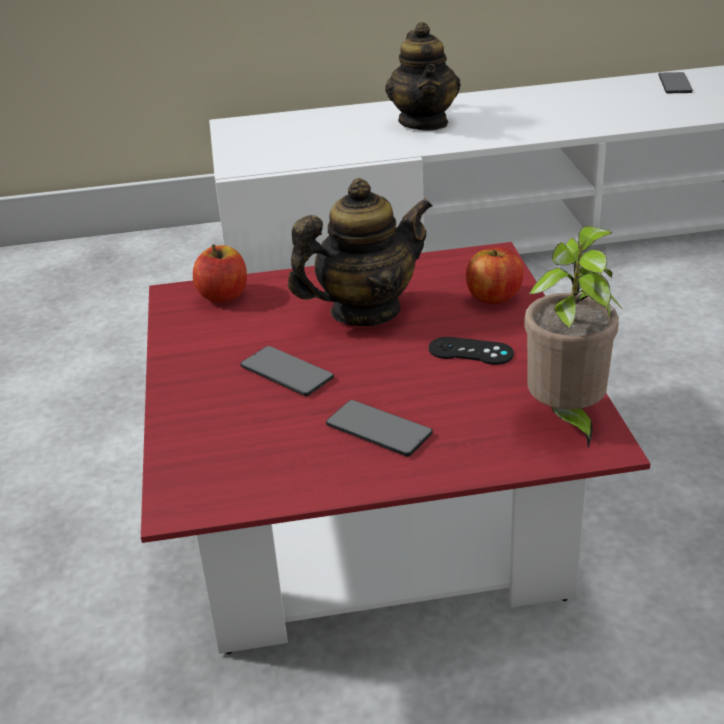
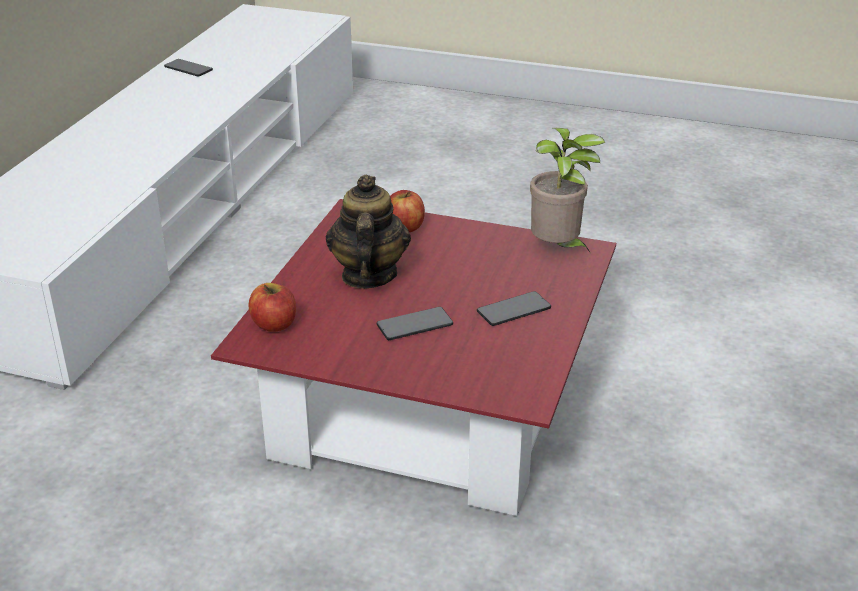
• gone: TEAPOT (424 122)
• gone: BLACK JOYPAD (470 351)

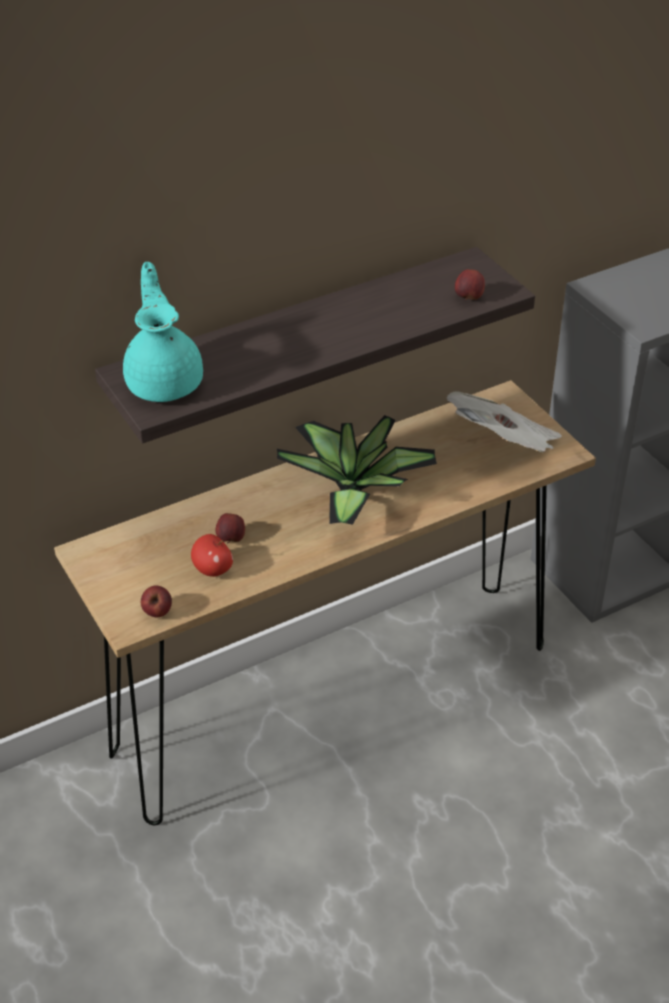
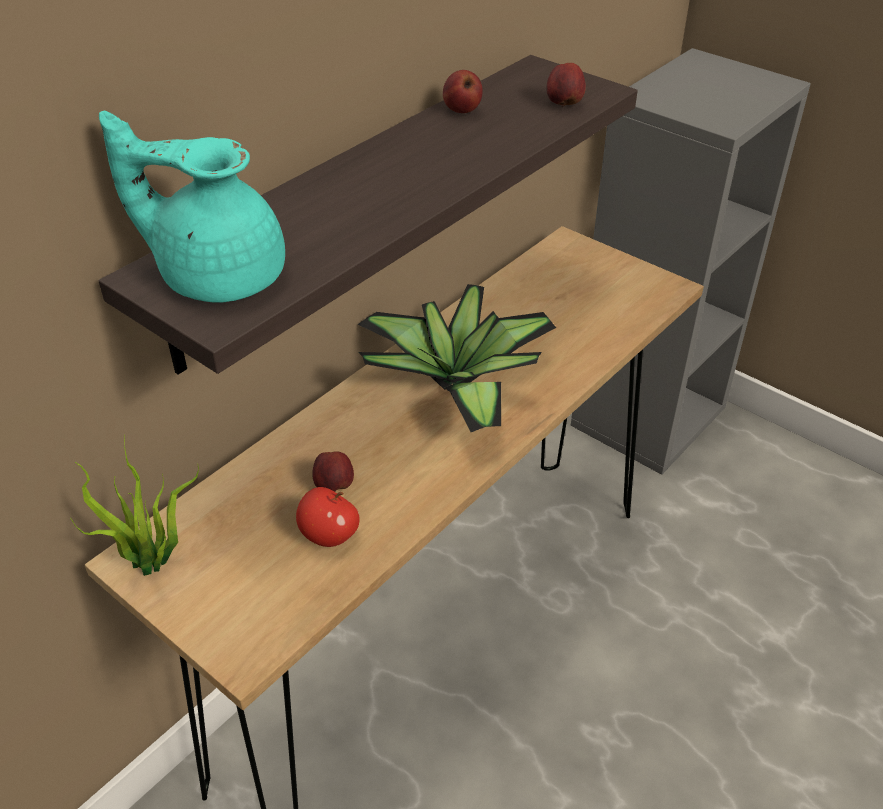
• rotated: TURQUOISE TEAPOT (165 381) = (218 275) 45 degrees counterclockwise
• gone: DAILY PAPER (504 446)
• shifted: APPLE (157 612) to (462 110)
• new: POTTED PLANT (154 565)

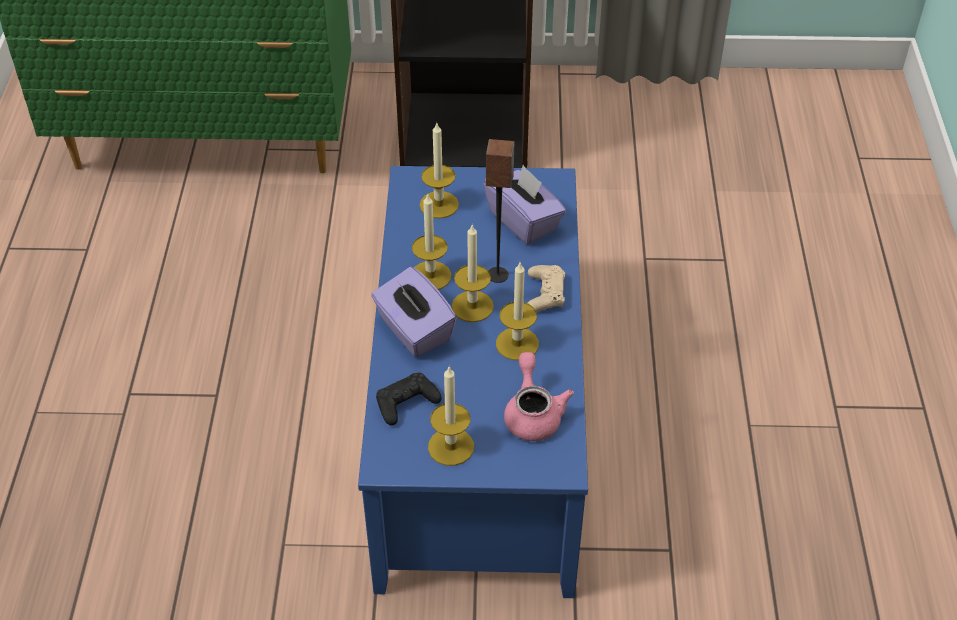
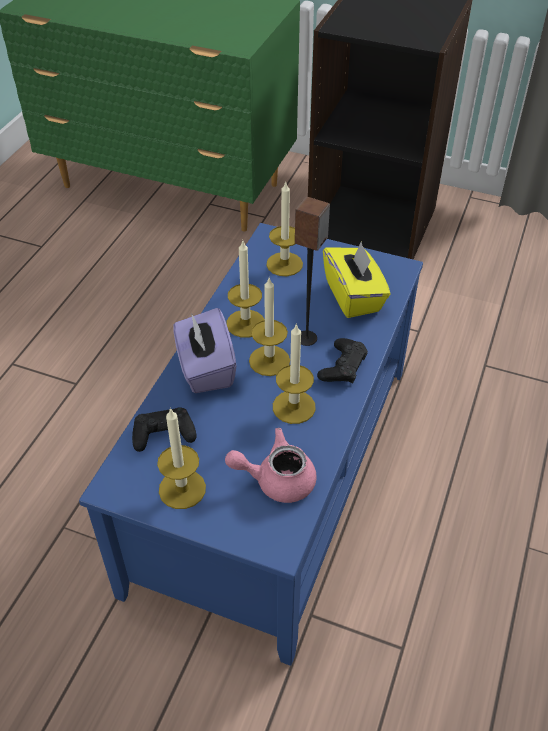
• repainted: PURPLE BOX OF TISSUES (524 221) to YELLOW BOX OF TISSUES (354 296)
• repainted: SAND-COLOURED JOYPAD (545 293) to BLACK JOYPAD (343 367)
• rotated: PINK-COLOURED TEAPOT (533 413) = (276 479) 105 degrees counterclockwise

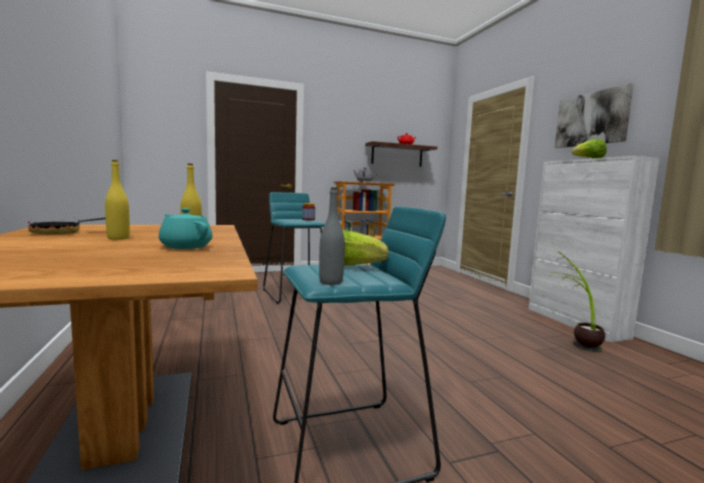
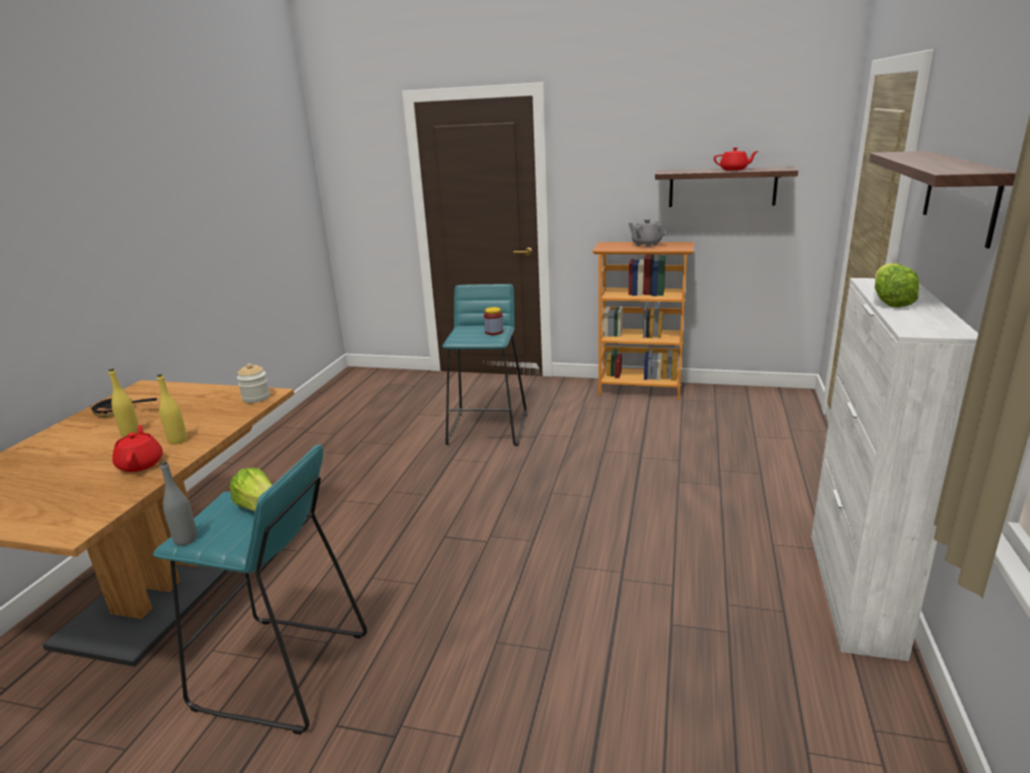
• swapped: PICTURE (591 119) to SHELF (960 195)
• repainted: TURQUOISE TEAPOT (185 246) to REDDISH TEAPOT (141 464)
• gone: POTTED PLANT (574 340)
• new: JAR (256 398)

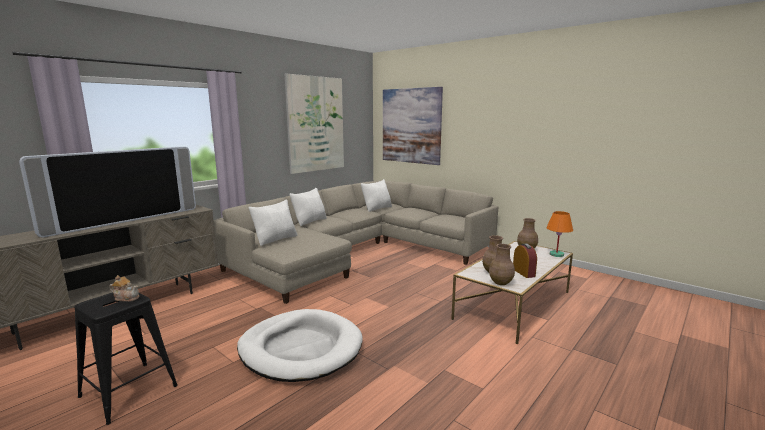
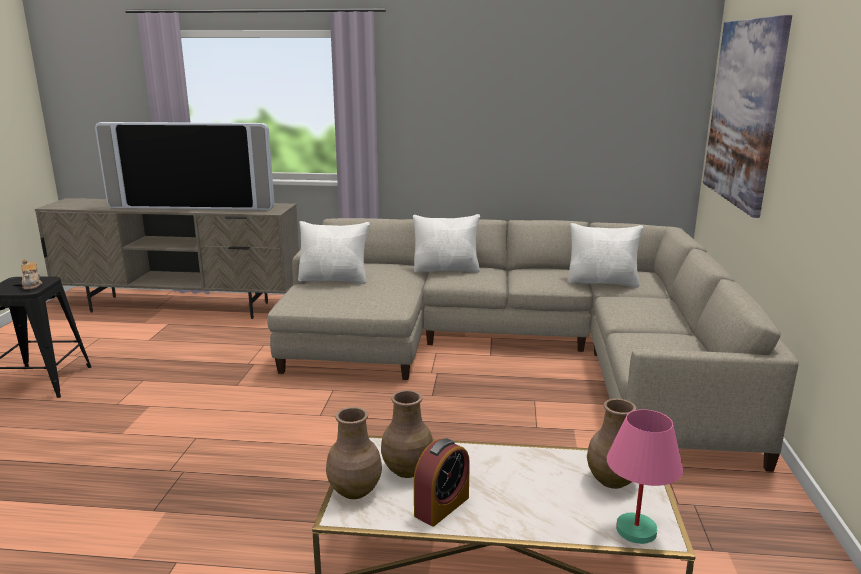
• gone: PICTURE (315 124)
• repainted: ORANGE LAMP FOR A TABLE (556 254) to PINK-COLOURED LAMP FOR A TABLE (637 530)
• gone: WHITE-COLOURED DOG BED (301 348)

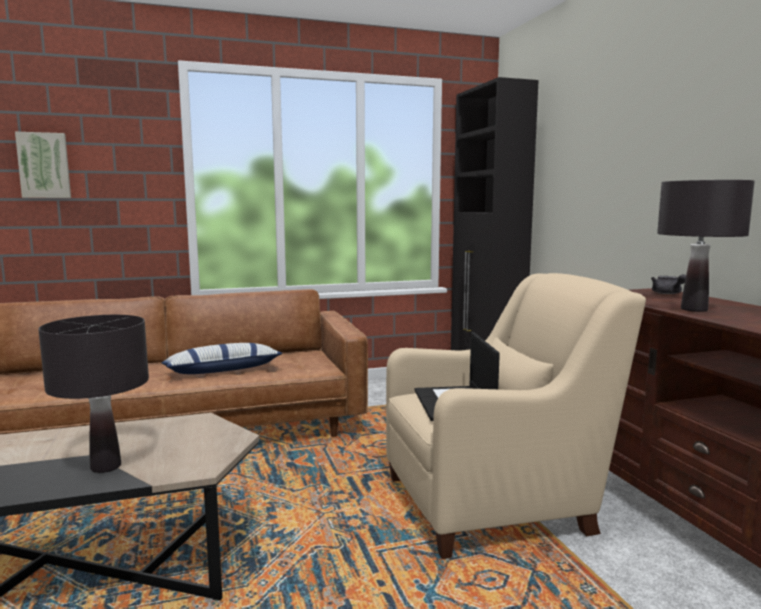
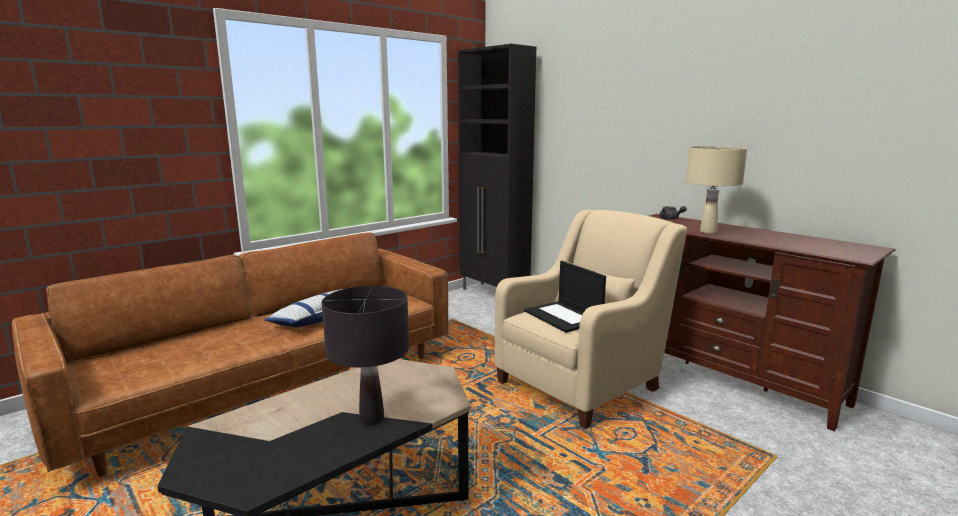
• gone: PICTURE (44 165)
• repainted: BLACK LAMP FOR A TABLE (694 309) to SAND-COLOURED LAMP FOR A TABLE (708 232)

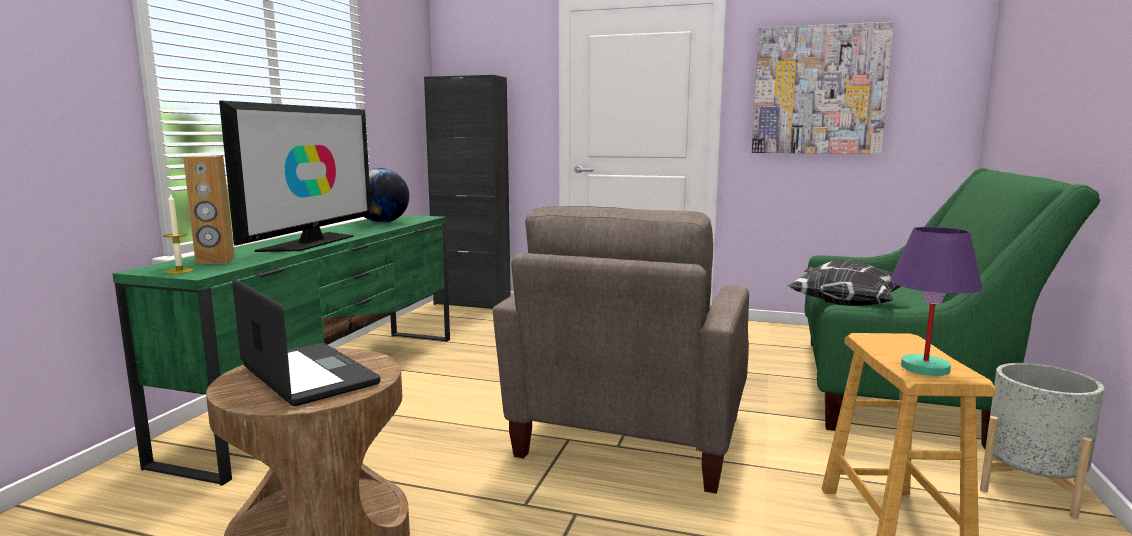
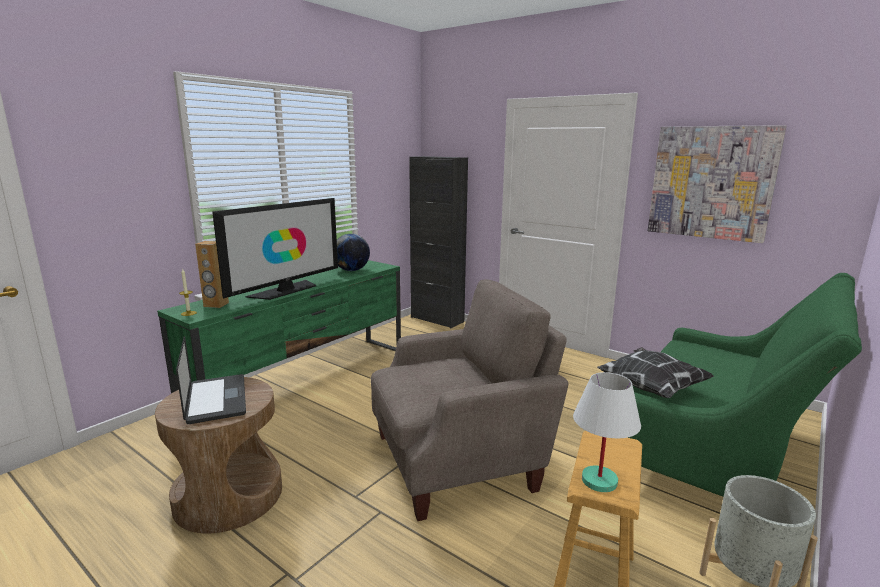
• rotated: SAND-COLOURED LOUNGE CHAIR (629 439) = (459 460) 150 degrees counterclockwise
• repainted: PURPLE LAMP FOR A TABLE (924 367) to WHITE-COLOURED LAMP FOR A TABLE (599 480)

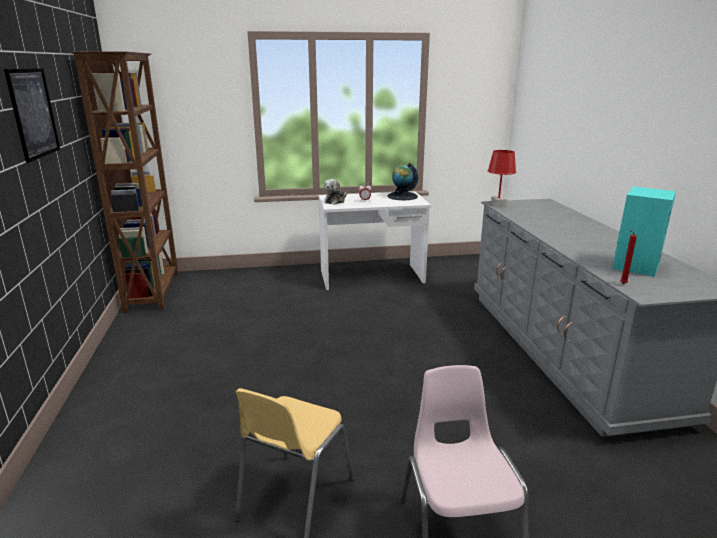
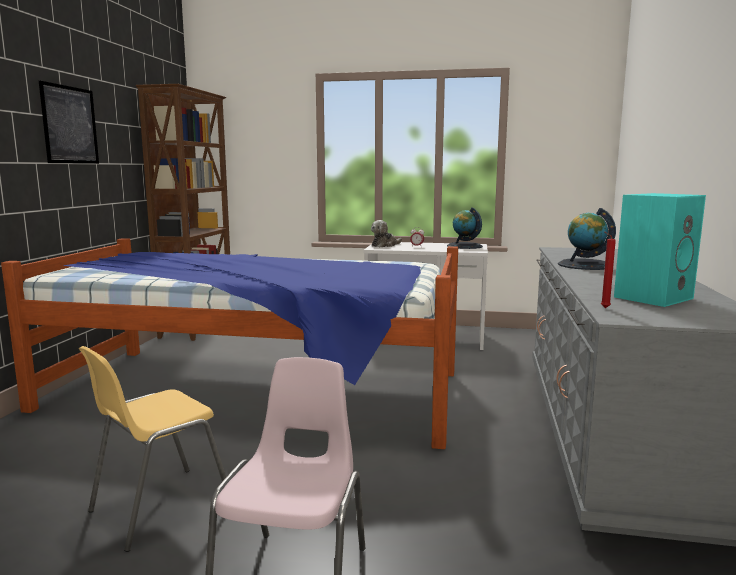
• gone: REDDISH LAMP FOR A TABLE (498 205)
• new: GLOBE (585 265)
• new: SLEEPING BED (255 392)

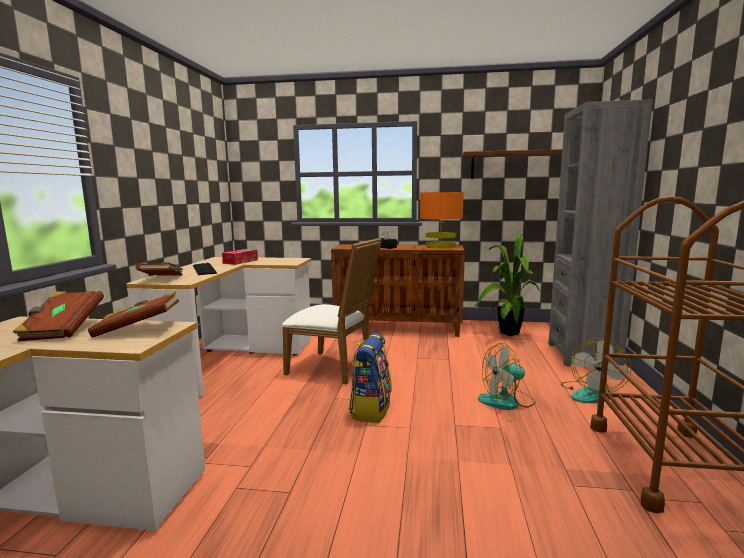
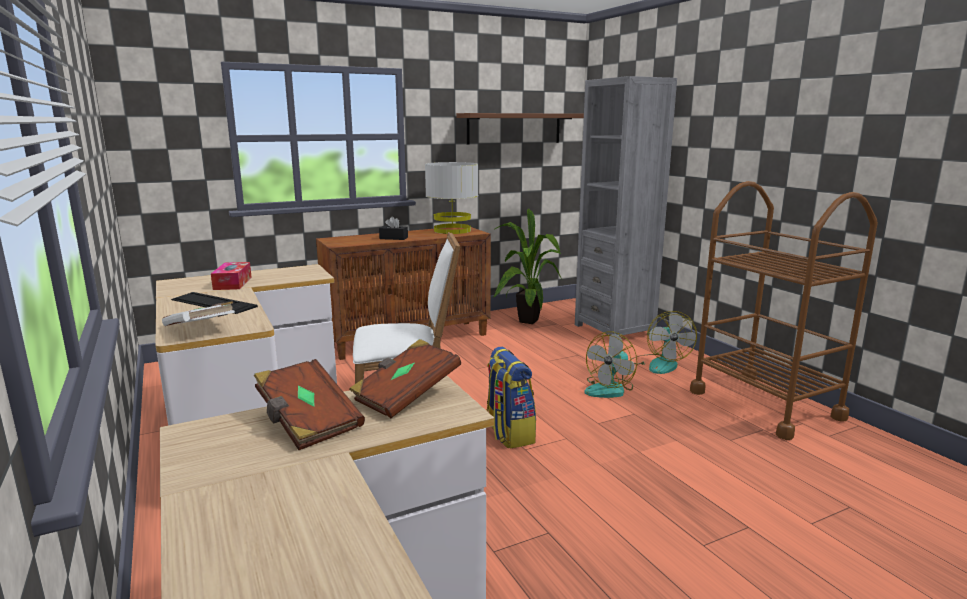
• repainted: ORANGE LAMP FOR A TABLE (440 246) to GRAY LAMP FOR A TABLE (452 230)
• repainted: BROWN BOOK (162 279) to WHITE-COLOURED BOOK (201 329)

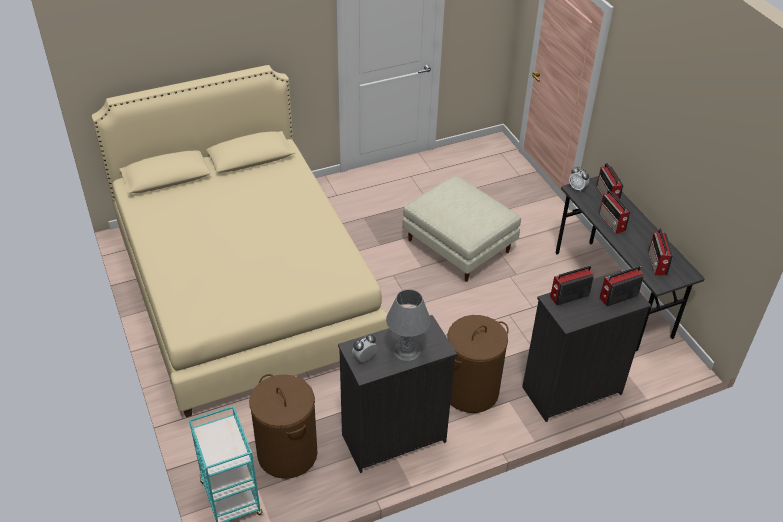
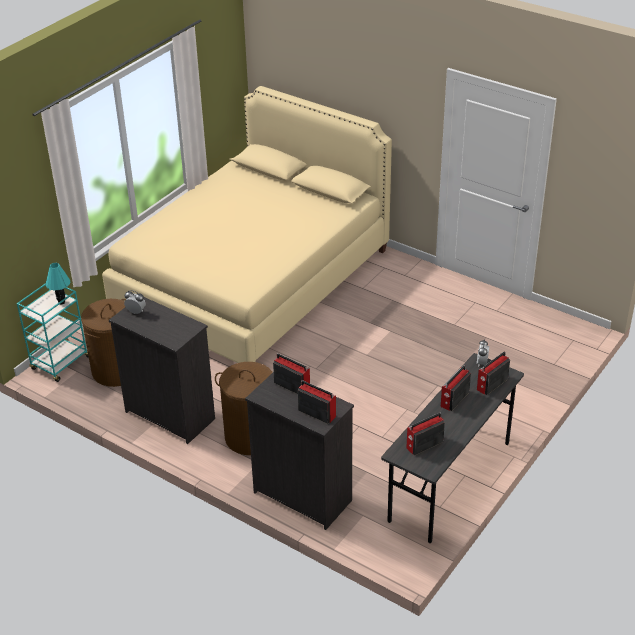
• gone: SAND-COLOURED OTTOMAN (460 246)
• gone: GRAY LAMP FOR A TABLE (406 350)
• new: TURQUOISE LAMP FOR A TABLE (62 302)

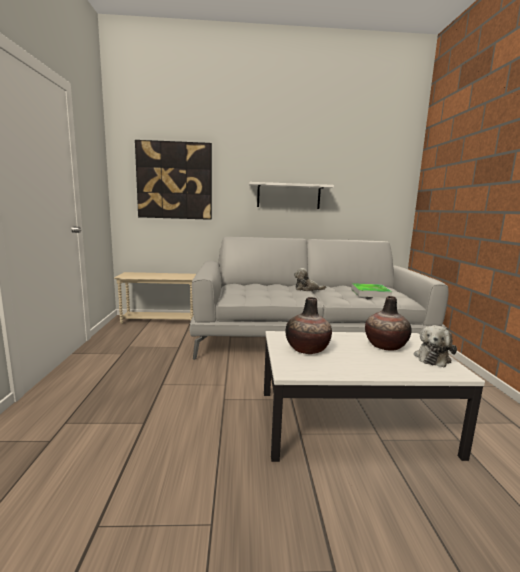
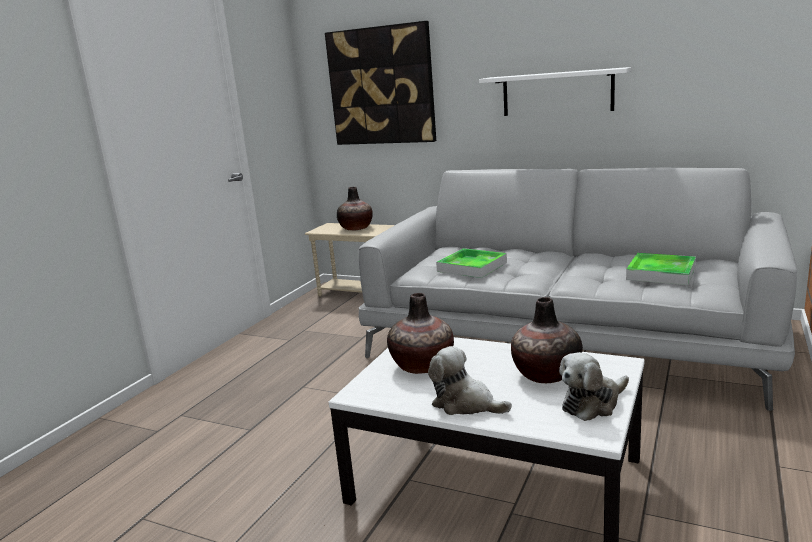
• shifted: SOFT TOY (307 289) to (465 404)
• new: VASE (356 228)
• new: SERVING TRAY (472 267)

